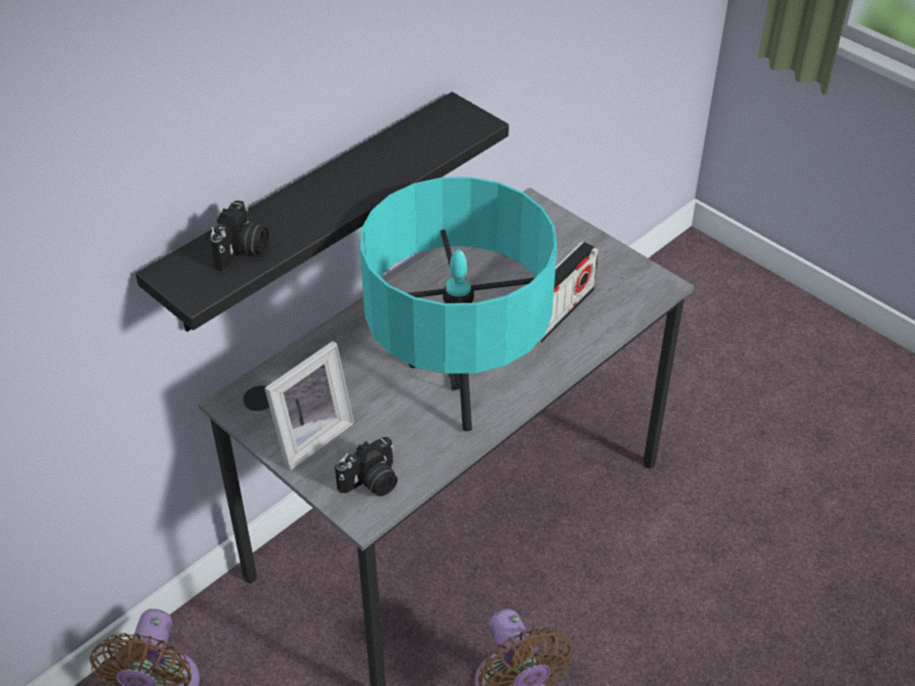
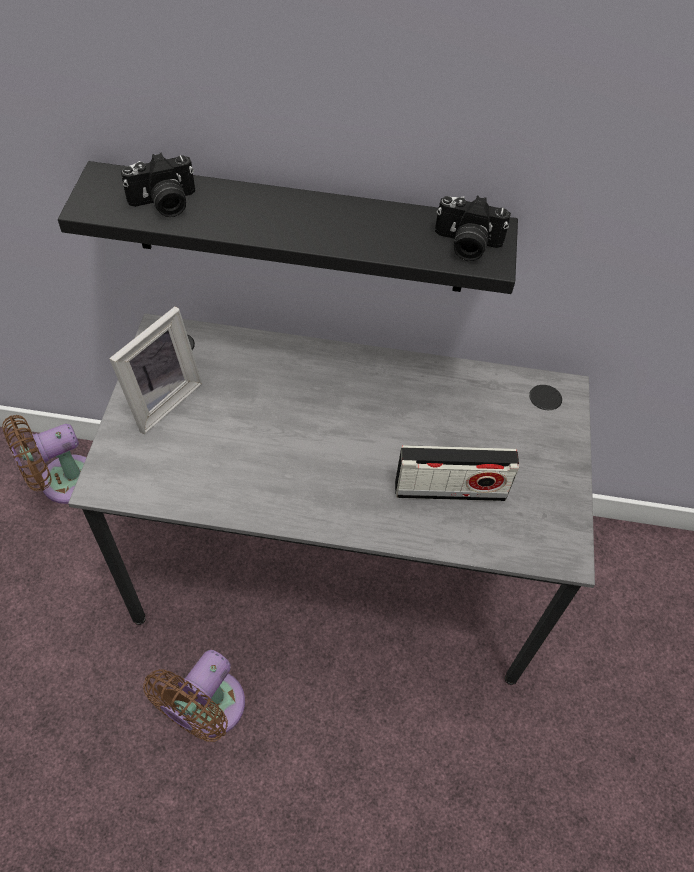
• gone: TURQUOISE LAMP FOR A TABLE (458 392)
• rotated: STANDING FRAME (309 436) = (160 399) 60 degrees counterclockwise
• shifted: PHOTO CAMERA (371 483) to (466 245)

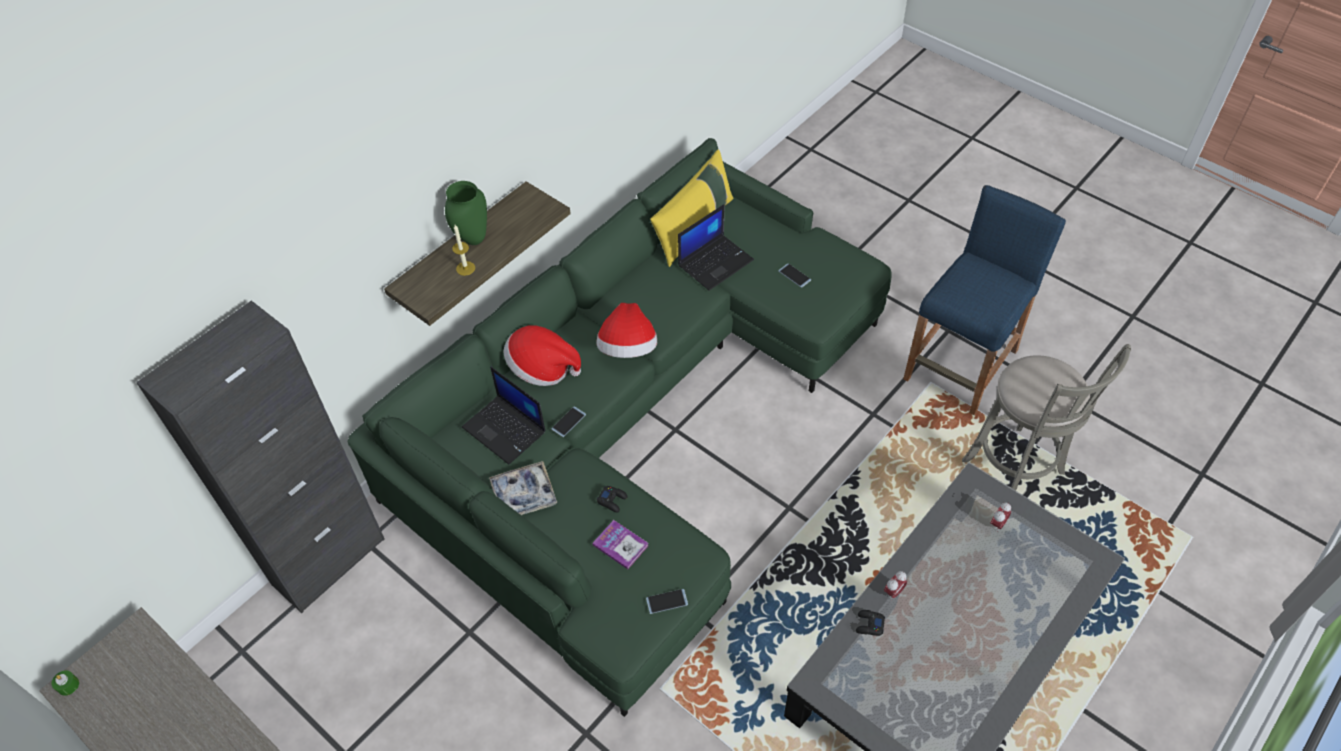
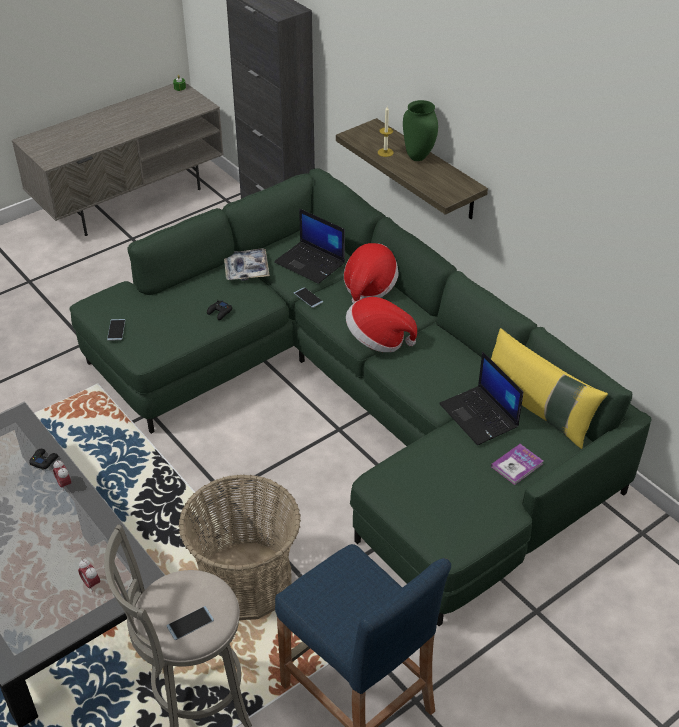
• shifted: TELEPHONE (794 275) to (190 623)
• rotated: NOTEBOOK COMPUTER (505 430) = (311 263) 105 degrees counterclockwise
• shifted: BOOK (620 545) to (517 465)
• new: HOUSEHOLD BASKET (245 582)

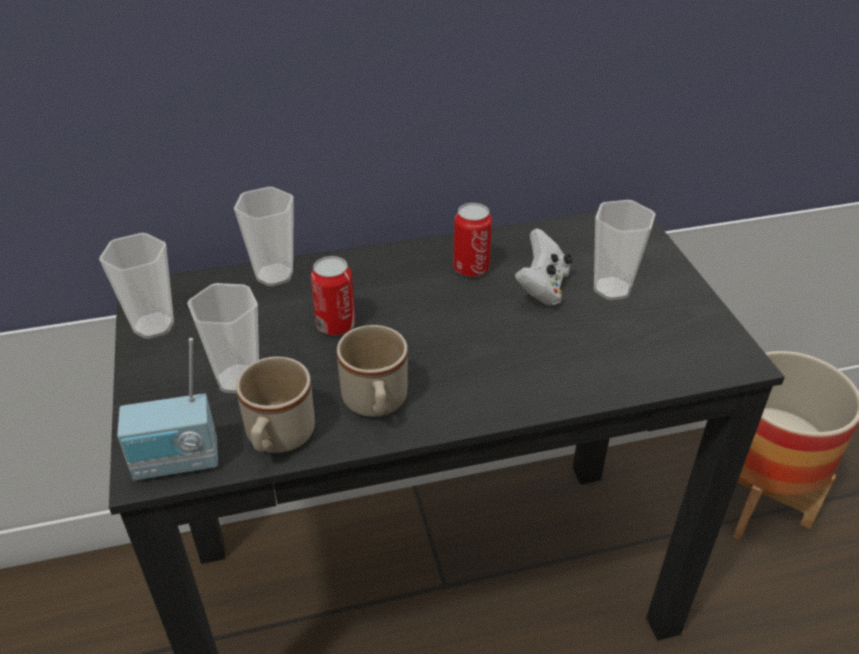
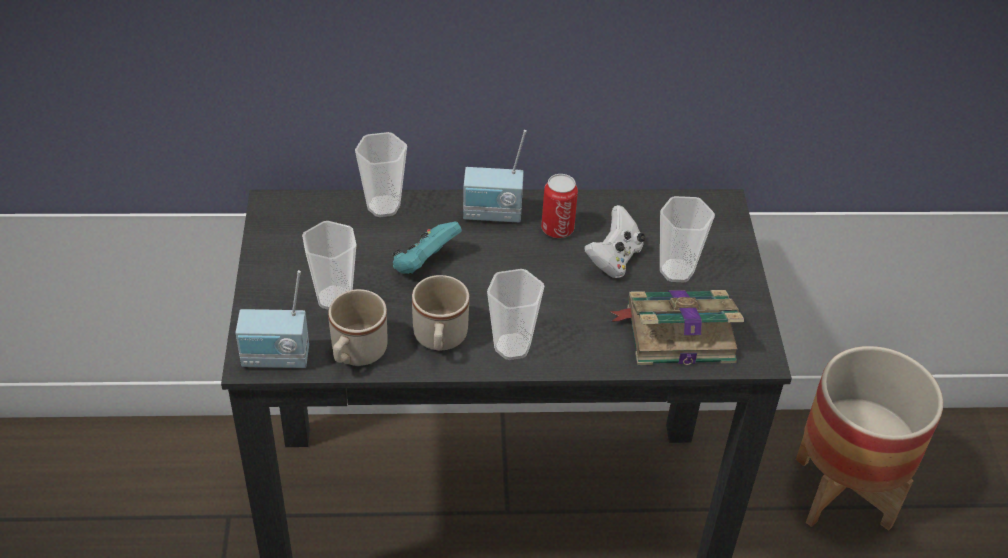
• shifted: SMALL CUP (153 326) to (512 346)
• swapped: CAN (335 325) to TURQUOISE JOYPAD (424 263)
• new: RADIO SET (492 215)
• new: BOOK (677 333)

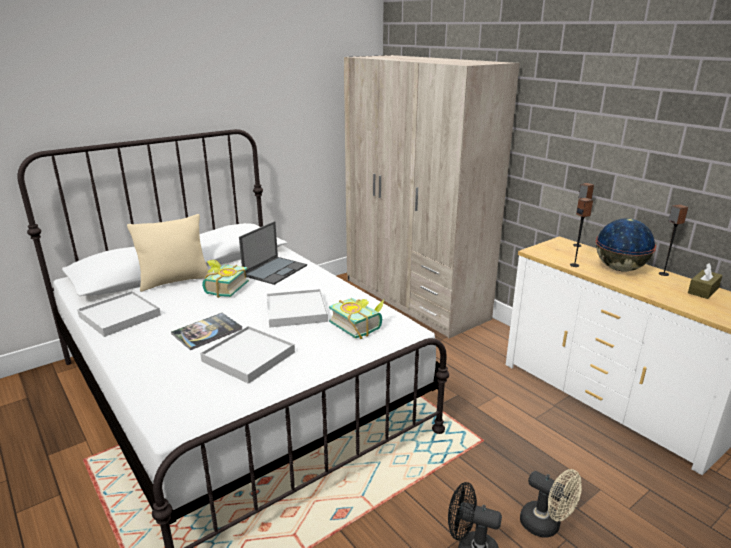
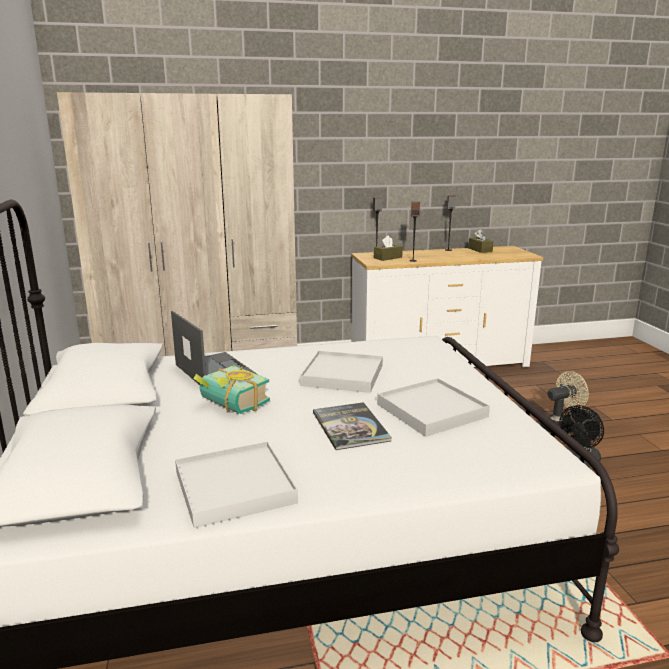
• gone: SAND-COLOURED CUSHION (175 281)
• gone: GLOBE (619 269)
• gone: BOOK (359 325)
• new: BROWN BOX OF TISSUES (388 258)

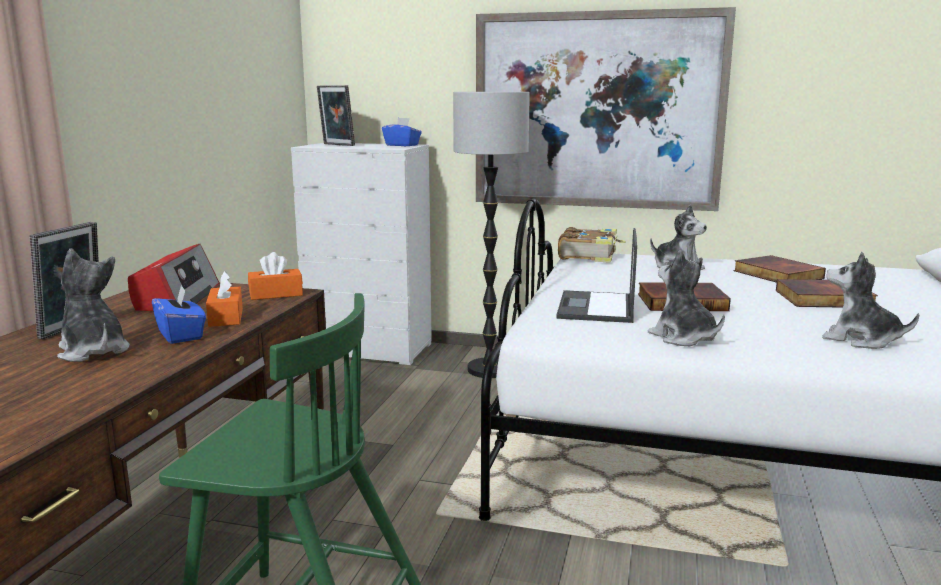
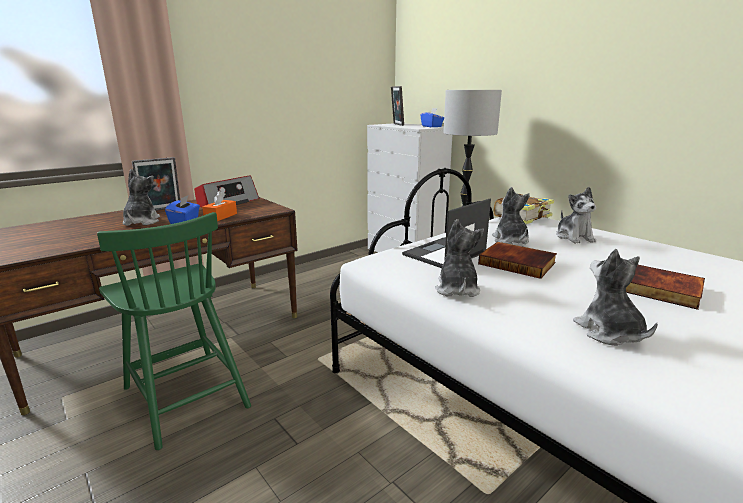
• gone: PICTURE (597 111)
• gone: ORANGE BOX OF TISSUES (276 294)
• gone: BOOK (776 275)
• new: SOFT TOY (510 240)

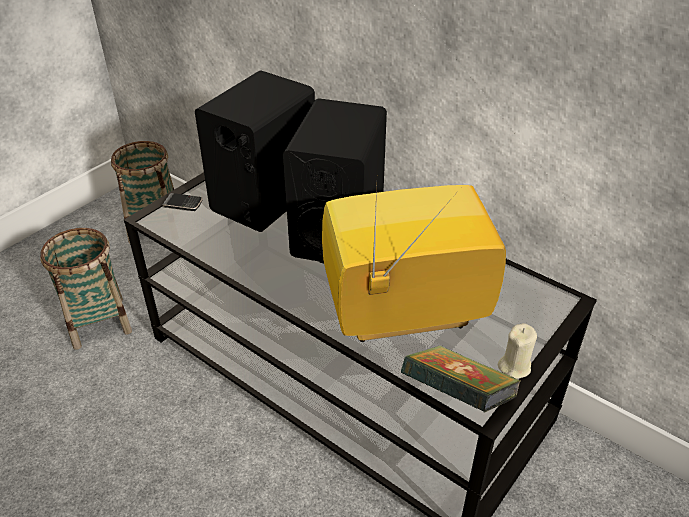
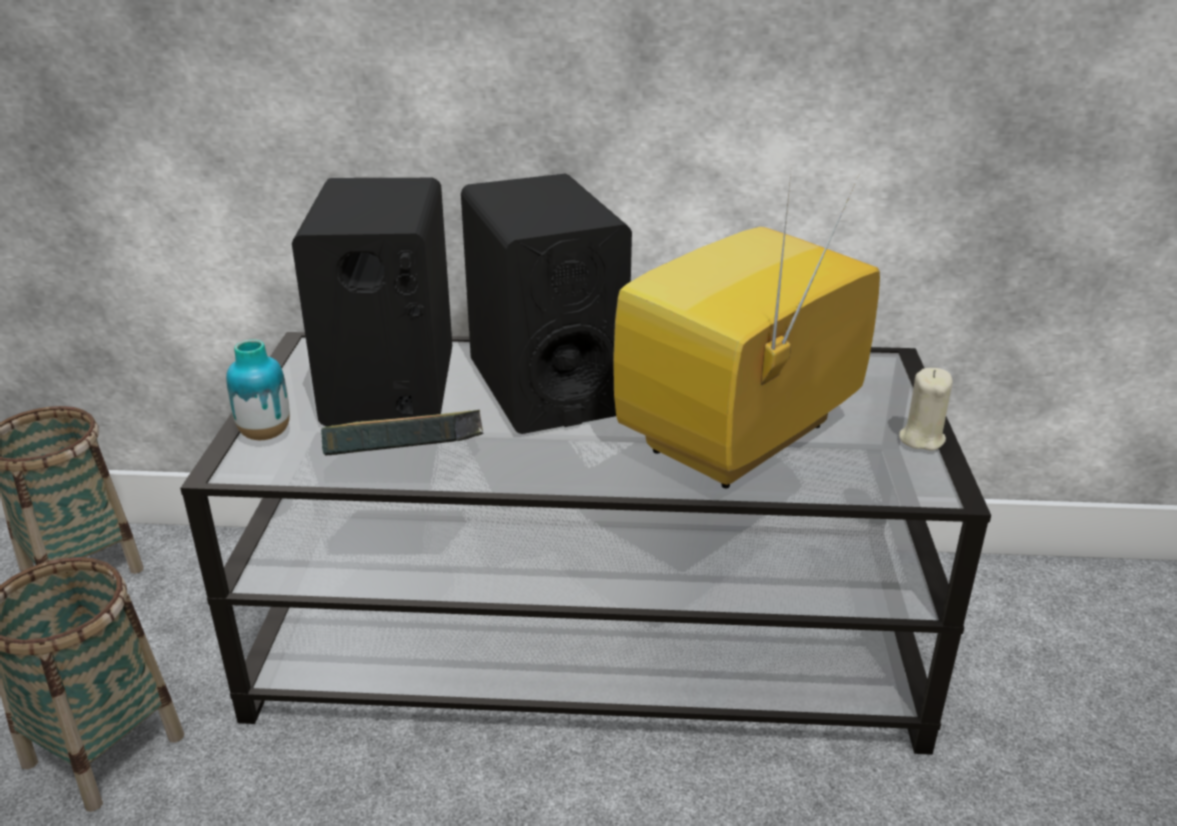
• swapped: TELEPHONE (183 204) to VASE (265 434)
• shifted: BOOK (456 397) to (408 470)

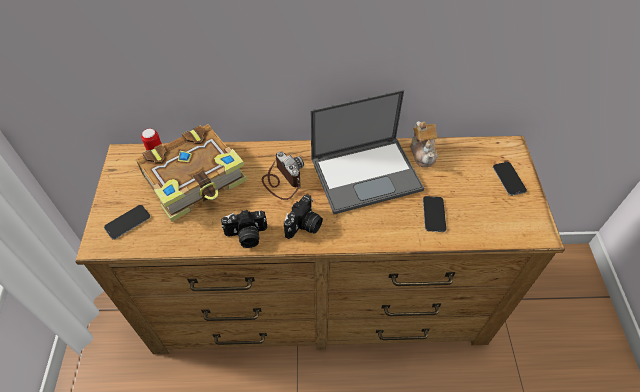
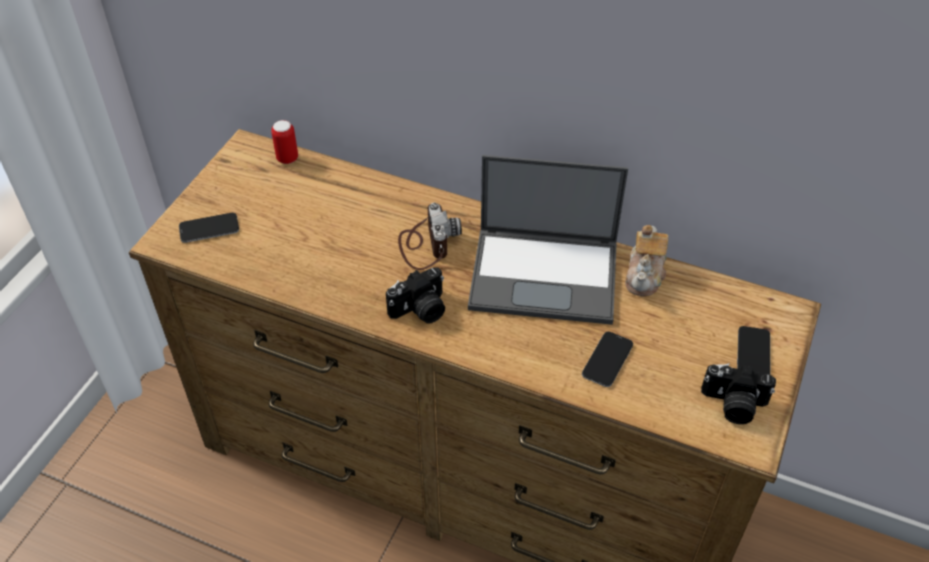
• gone: BOOK (196 180)
• shifted: PHOTO CAMERA (246 236) to (733 405)

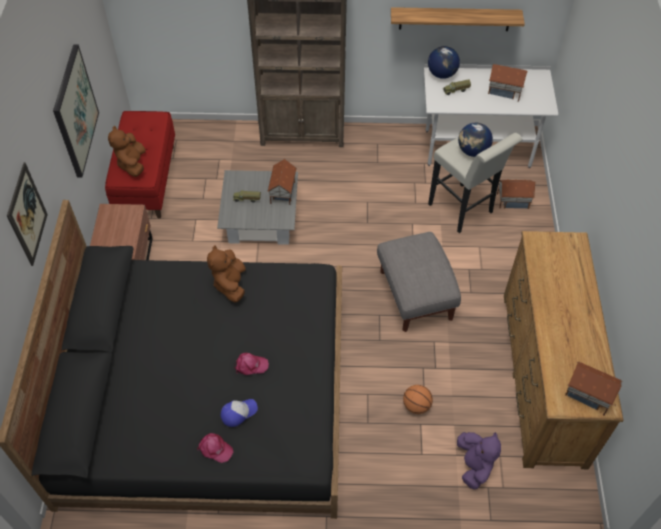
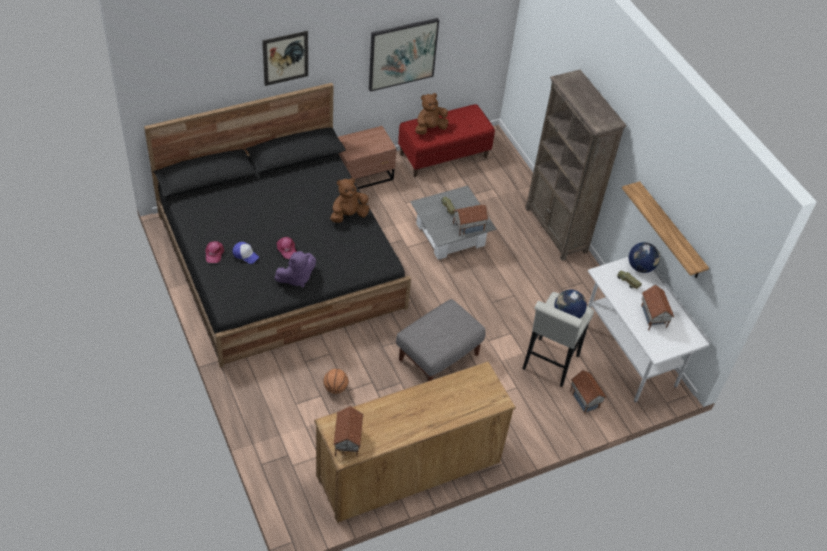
• shifted: PURPLE SOFT TOY (474 465) to (296 278)

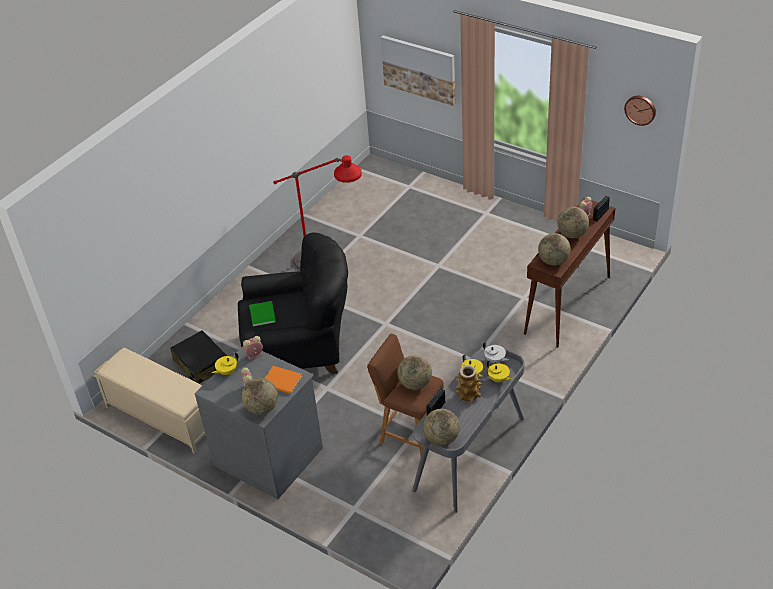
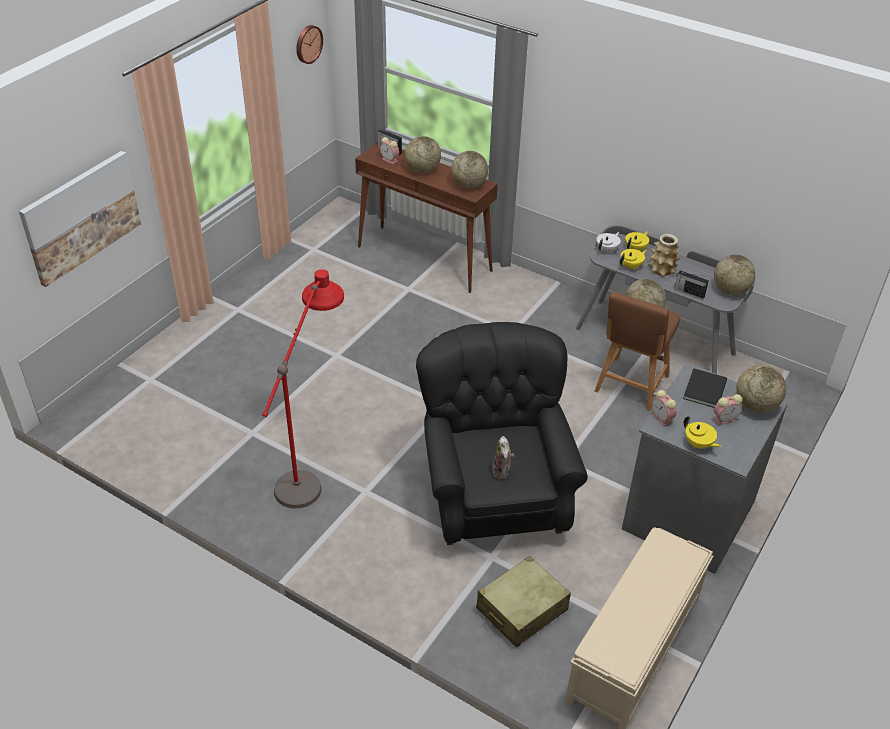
• swapped: GREENISH BOOK (263 313) to SOFT TOY (502 471)
• repainted: BLACK TRAVEL CASE (201 364) to SAND-COLOURED TRAVEL CASE (521 609)
• repainted: ORANGE BOOK (282 382) to BLACK BOOK (706 389)

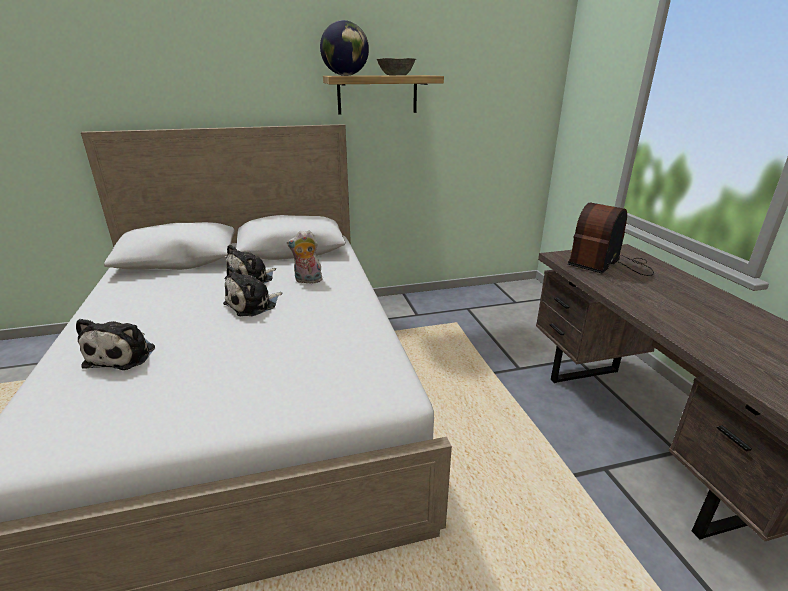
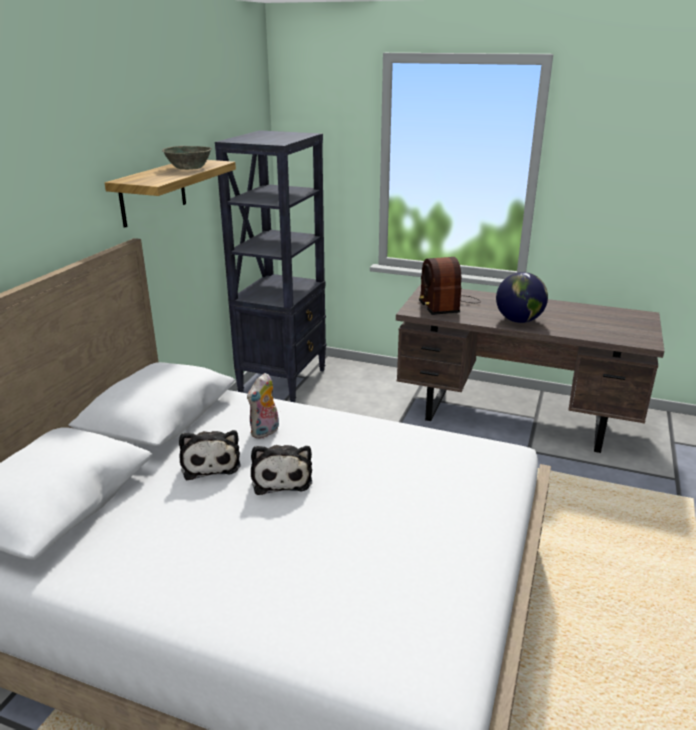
• shifted: GLOBE (345 75) to (518 321)
• gone: SOFT TOY (123 355)
• new: BLACK BOOKCASE (283 381)

